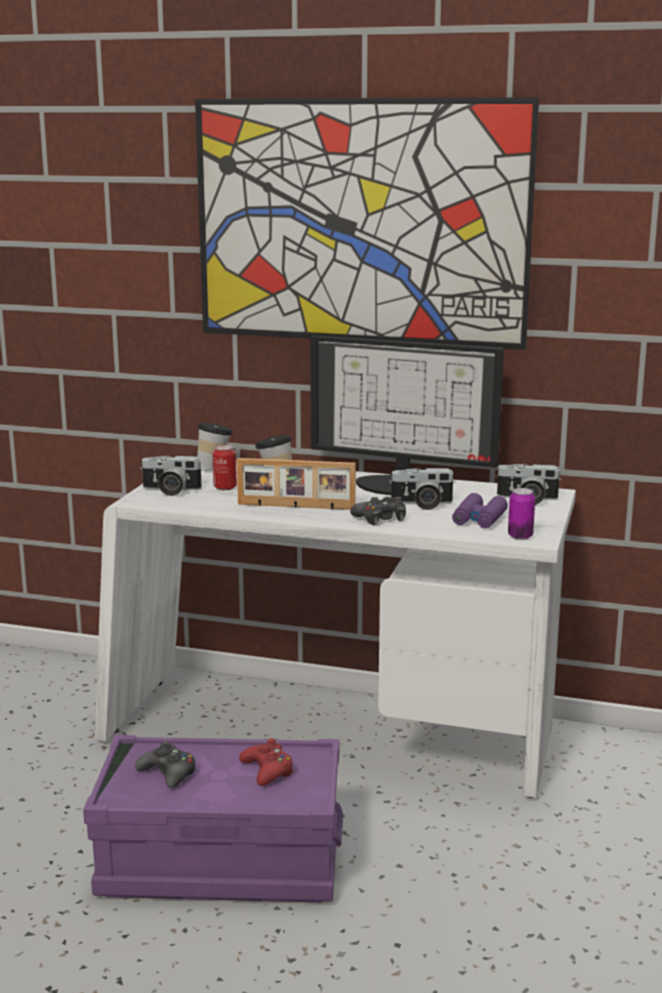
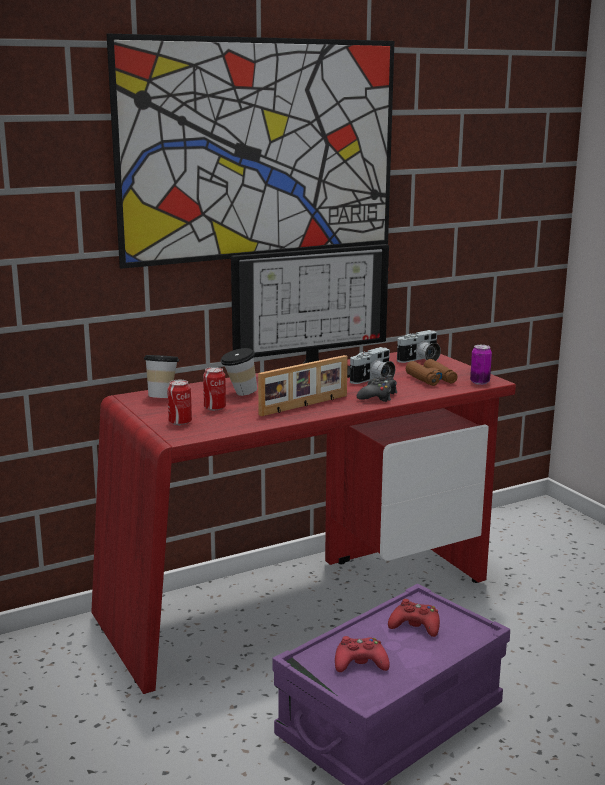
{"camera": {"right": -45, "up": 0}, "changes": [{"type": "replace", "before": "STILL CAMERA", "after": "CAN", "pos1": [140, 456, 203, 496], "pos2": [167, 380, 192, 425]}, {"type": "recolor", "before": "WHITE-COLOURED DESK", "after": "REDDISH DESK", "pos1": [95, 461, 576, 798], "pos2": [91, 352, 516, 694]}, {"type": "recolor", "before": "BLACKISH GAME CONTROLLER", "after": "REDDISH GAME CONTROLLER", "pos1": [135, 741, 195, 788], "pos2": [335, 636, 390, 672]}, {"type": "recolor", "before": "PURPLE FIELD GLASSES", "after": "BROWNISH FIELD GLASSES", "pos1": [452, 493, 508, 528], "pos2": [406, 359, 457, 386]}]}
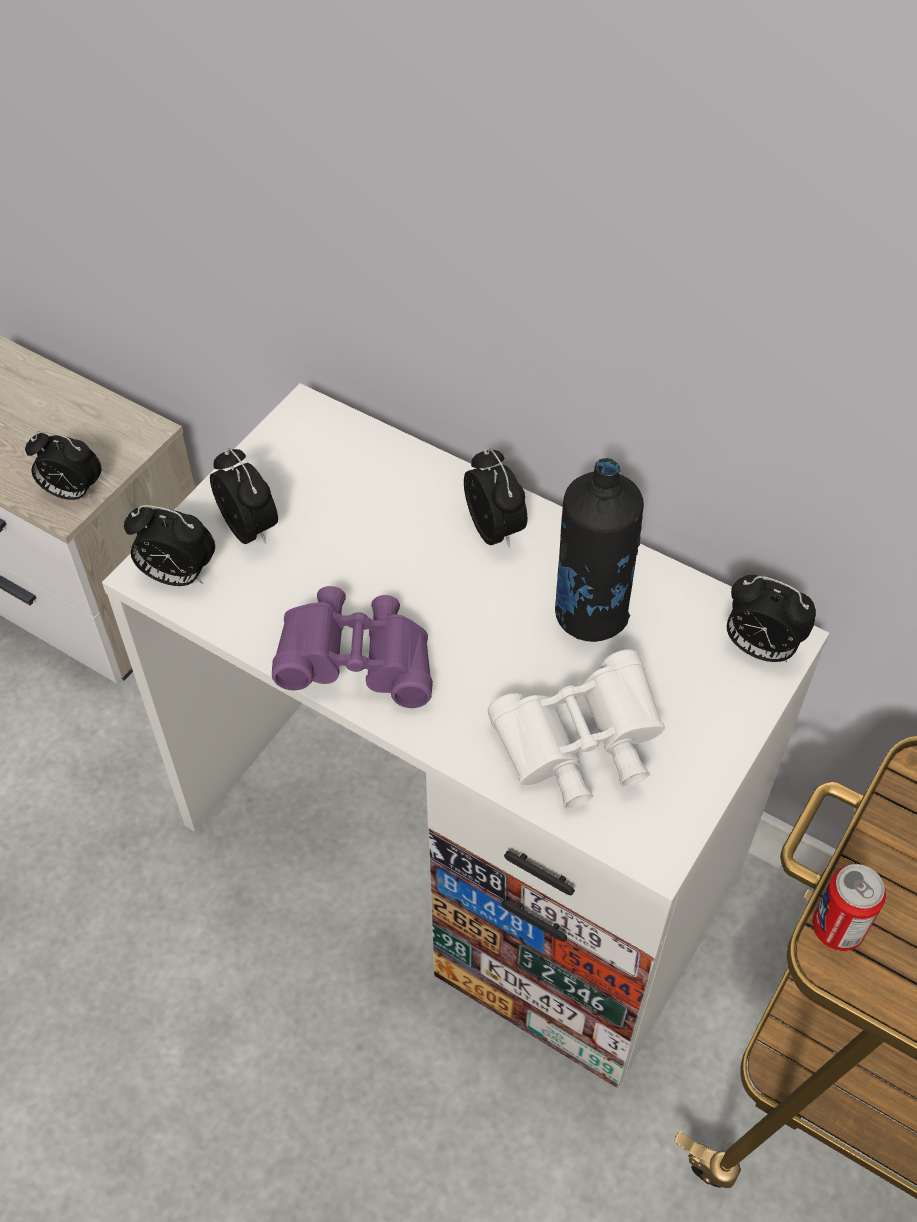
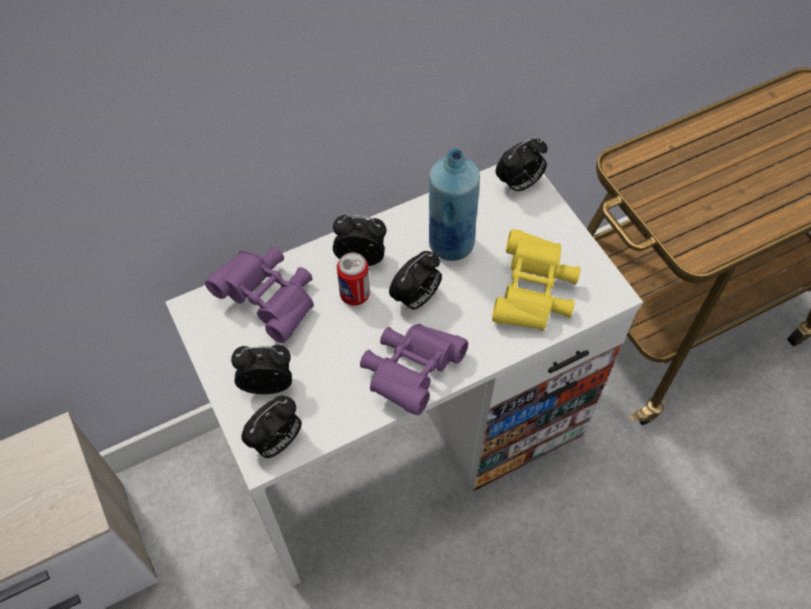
{"camera": {"right": -60, "up": 5}, "changes": [{"type": "insert", "after": "PURPLE FIELD GLASSES", "pos2": [205, 247, 314, 343]}, {"type": "move", "before": "TABLE CLOCK", "pos1": [25, 431, 102, 500], "pos2": [389, 251, 442, 311]}, {"type": "move", "before": "CAN", "pos1": [812, 864, 886, 951], "pos2": [337, 253, 370, 306]}, {"type": "recolor", "before": "WHITE-COLOURED FIELD GLASSES", "after": "YELLOWISH FIELD GLASSES", "pos1": [488, 649, 665, 808], "pos2": [492, 229, 580, 331]}, {"type": "recolor", "before": "BLACKISH BOTTLE", "after": "BLUE BOTTLE", "pos1": [555, 458, 644, 642], "pos2": [429, 149, 480, 261]}]}
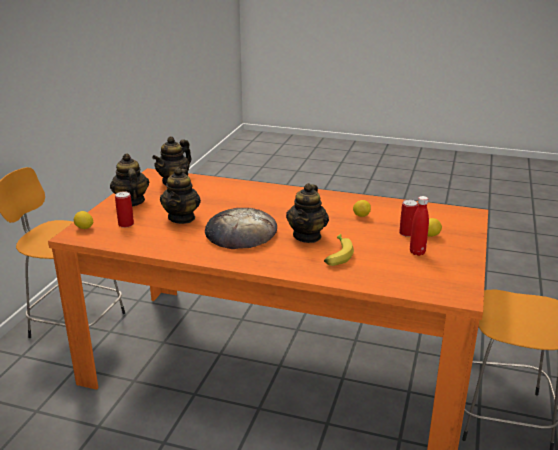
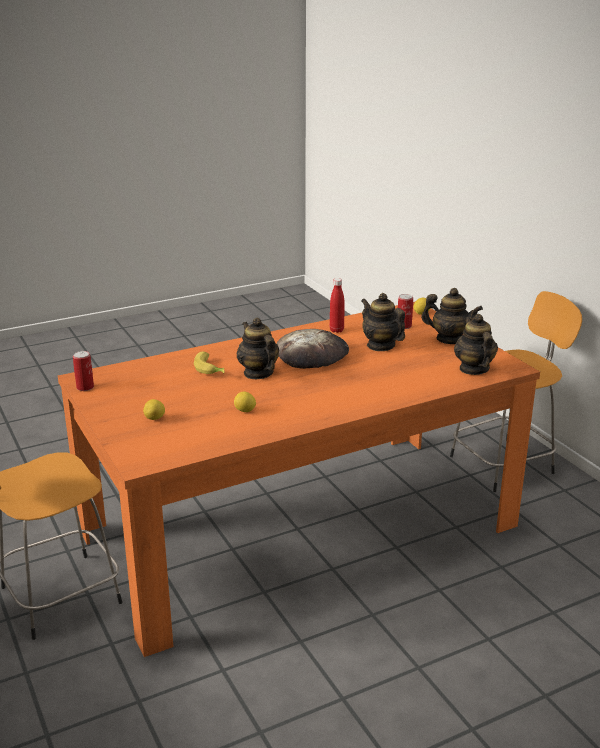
{"camera": {"right": 135, "up": 0}, "changes": [{"type": "move", "before": "CAN", "pos1": [399, 200, 418, 237], "pos2": [73, 351, 94, 391]}, {"type": "move", "before": "REDDISH BOTTLE", "pos1": [410, 196, 429, 256], "pos2": [330, 278, 345, 333]}]}
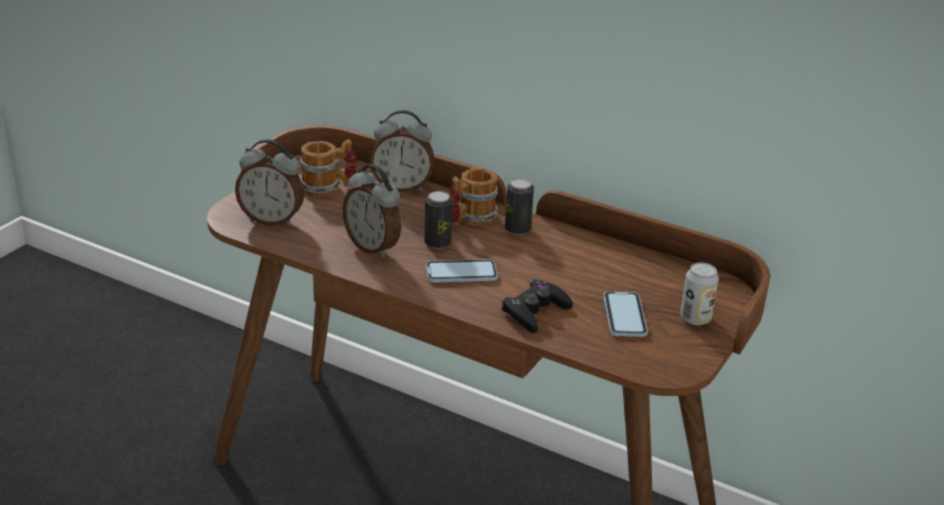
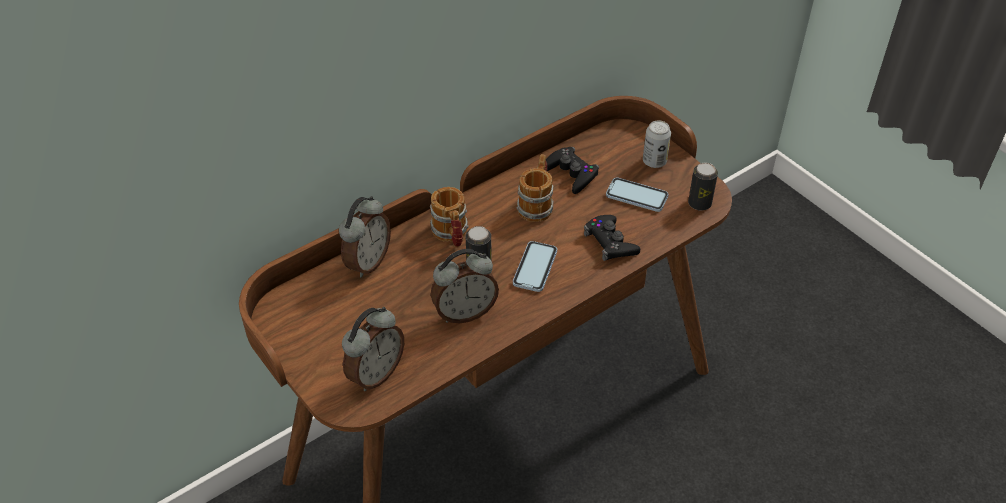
{"camera": {"right": -65, "up": 15}, "changes": [{"type": "insert", "after": "BLACKISH GAME CONTROLLER", "pos2": [546, 147, 599, 194]}, {"type": "move", "before": "MUG", "pos1": [299, 139, 357, 197], "pos2": [516, 154, 554, 222]}, {"type": "move", "before": "CAN", "pos1": [505, 178, 534, 235], "pos2": [688, 163, 718, 211]}]}
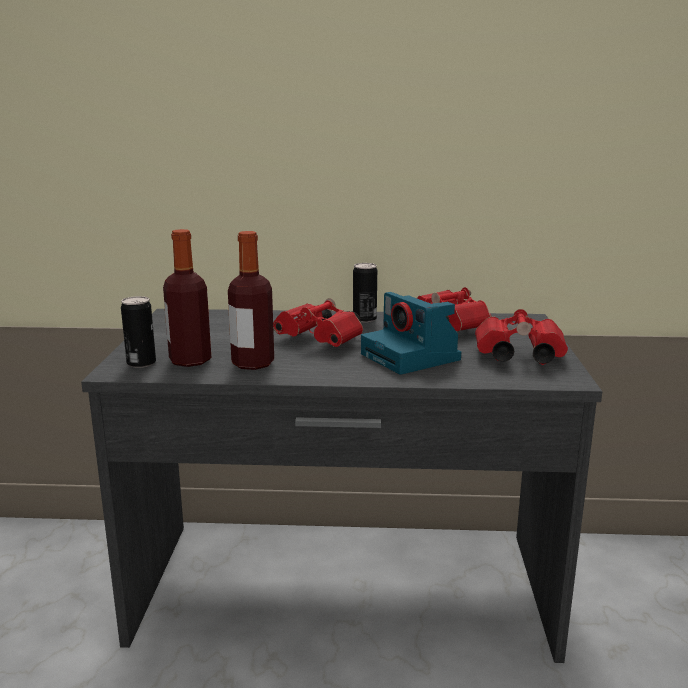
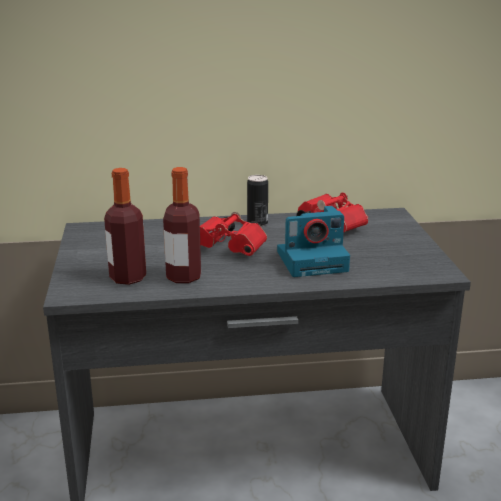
{"camera": {"right": -10, "up": 5}, "changes": [{"type": "delete", "before": "CAN", "pos1": [121, 296, 156, 368]}, {"type": "delete", "before": "REDDISH FIELD GLASSES", "pos1": [475, 309, 568, 365]}, {"type": "rotate", "before": "STILL CAMERA", "pos1": [361, 292, 461, 375], "pos2": [277, 206, 350, 277], "turn": -60}]}
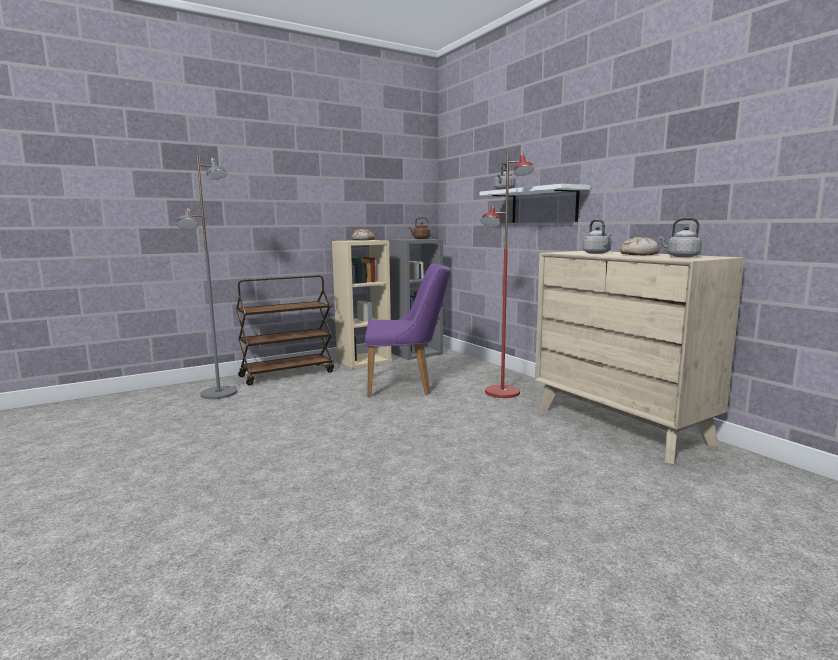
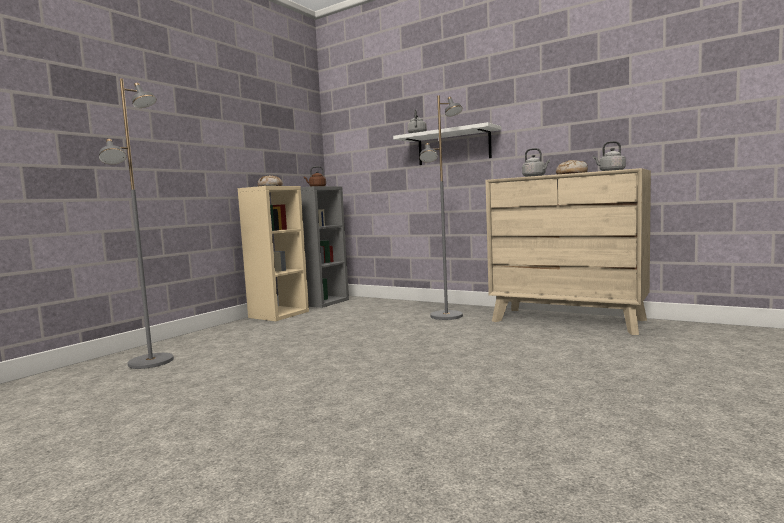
{"camera": {"right": -25, "up": -5}, "changes": [{"type": "delete", "before": "BROWNISH WHEELED CART", "pos1": [236, 275, 334, 386]}, {"type": "delete", "before": "PURPLE CHAIR", "pos1": [365, 264, 451, 397]}, {"type": "recolor", "before": "REDDISH STANDARD LAMP", "after": "GREYISH STANDARD LAMP", "pos1": [481, 153, 535, 398], "pos2": [420, 95, 463, 320]}]}
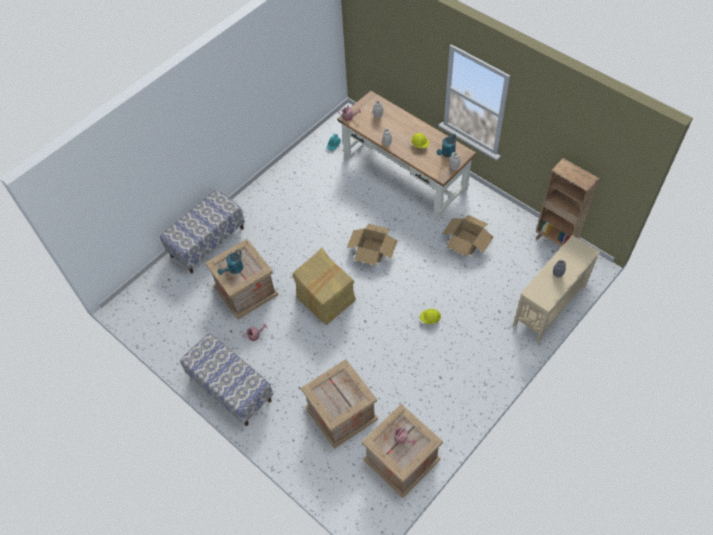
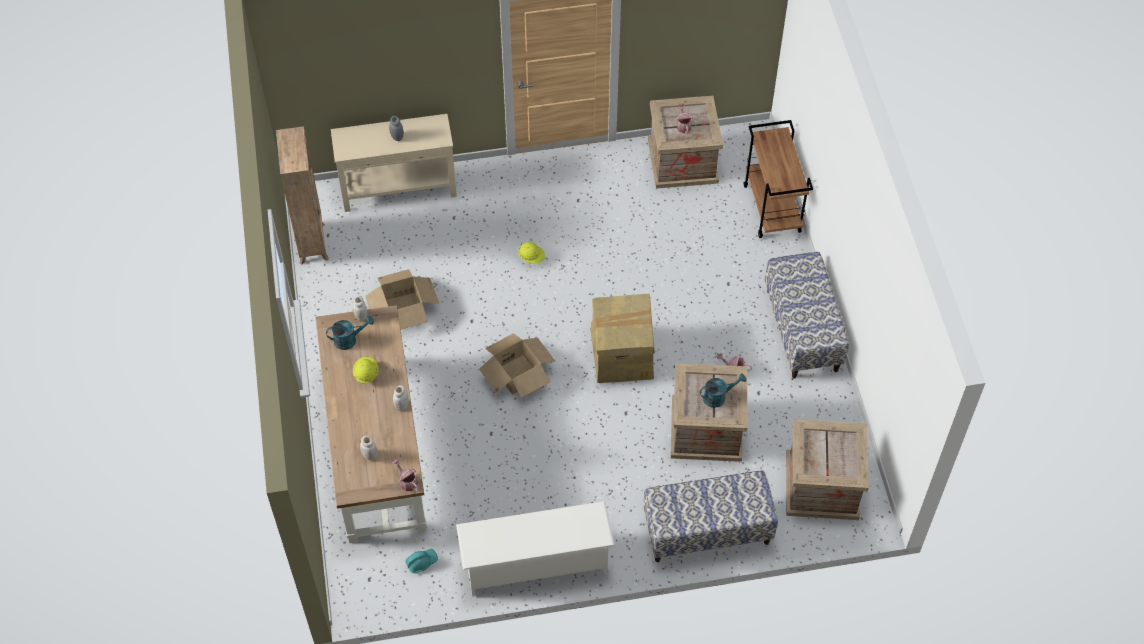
{"camera": {"right": -145, "up": 0}, "changes": [{"type": "insert", "after": "WHITE-COLOURED SHOE STAND", "pos2": [456, 501, 615, 597]}, {"type": "insert", "after": "BROWNISH WHEELED CART", "pos2": [744, 120, 813, 238]}, {"type": "move", "before": "PACKING CRATE", "pos1": [301, 359, 378, 449], "pos2": [786, 419, 869, 520]}]}
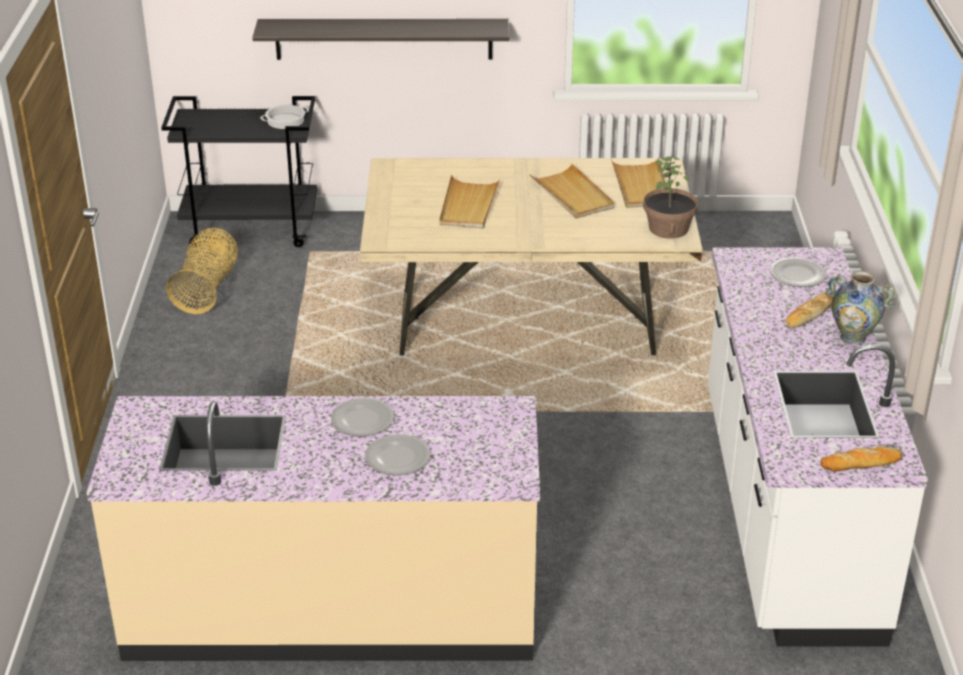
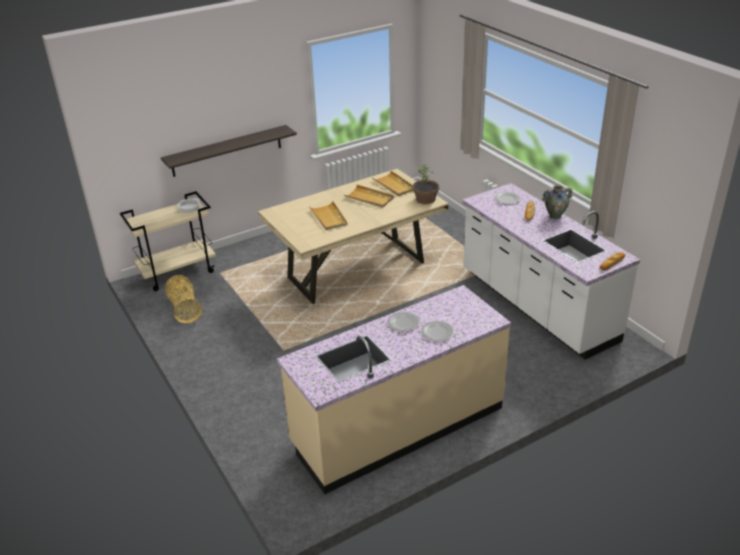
{"camera": {"right": -30, "up": 0}, "changes": [{"type": "recolor", "before": "BLACKISH WHEELED CART", "after": "BEIGE-COLOURED WHEELED CART", "pos1": [161, 96, 317, 247], "pos2": [120, 191, 216, 291]}]}
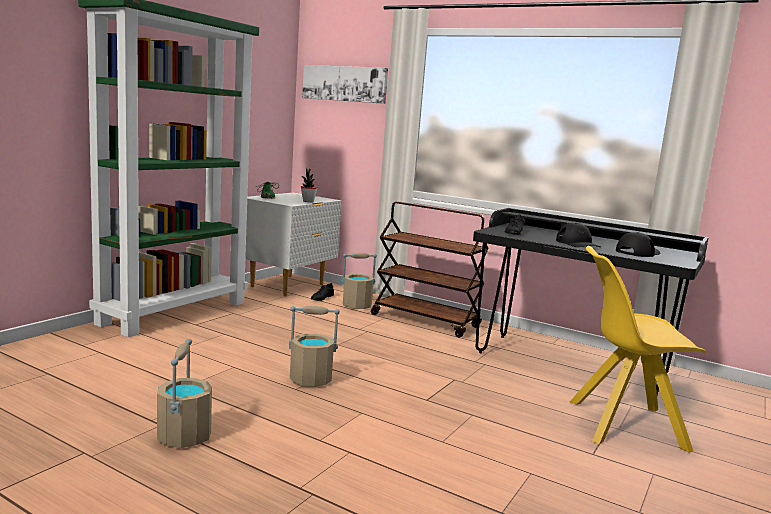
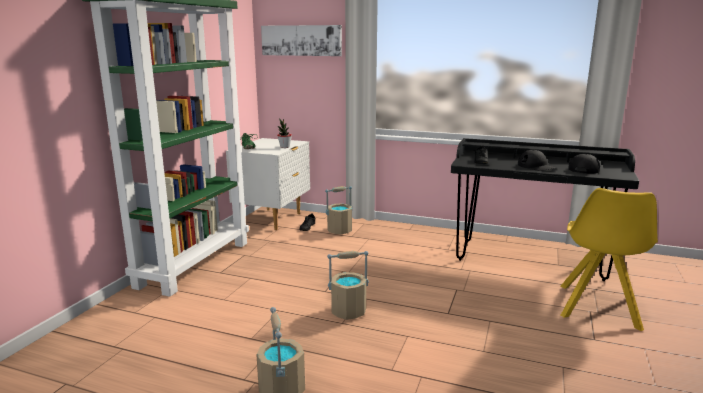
{"camera": {"right": -10, "up": 5}, "changes": [{"type": "delete", "before": "BROWNISH WHEELED CART", "pos1": [371, 202, 489, 338]}, {"type": "rotate", "before": "YELLOWISH CHAIR", "pos1": [570, 246, 706, 453], "pos2": [560, 188, 658, 331], "turn": -60}]}
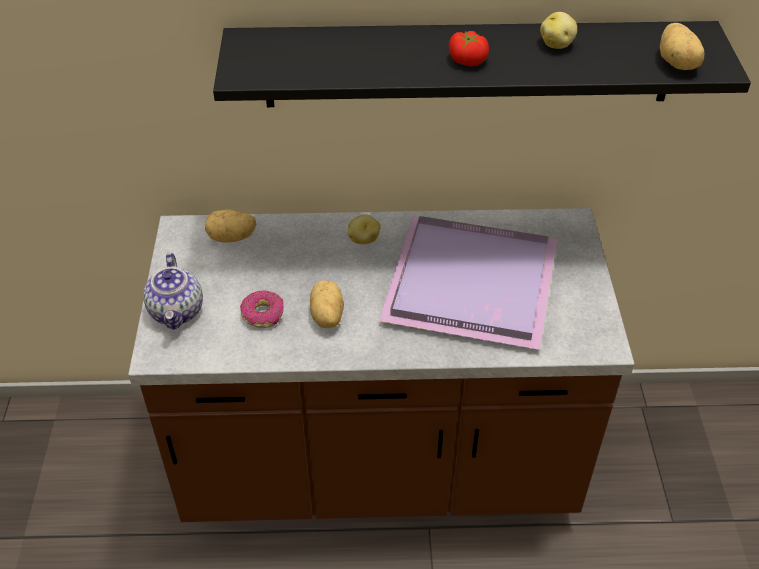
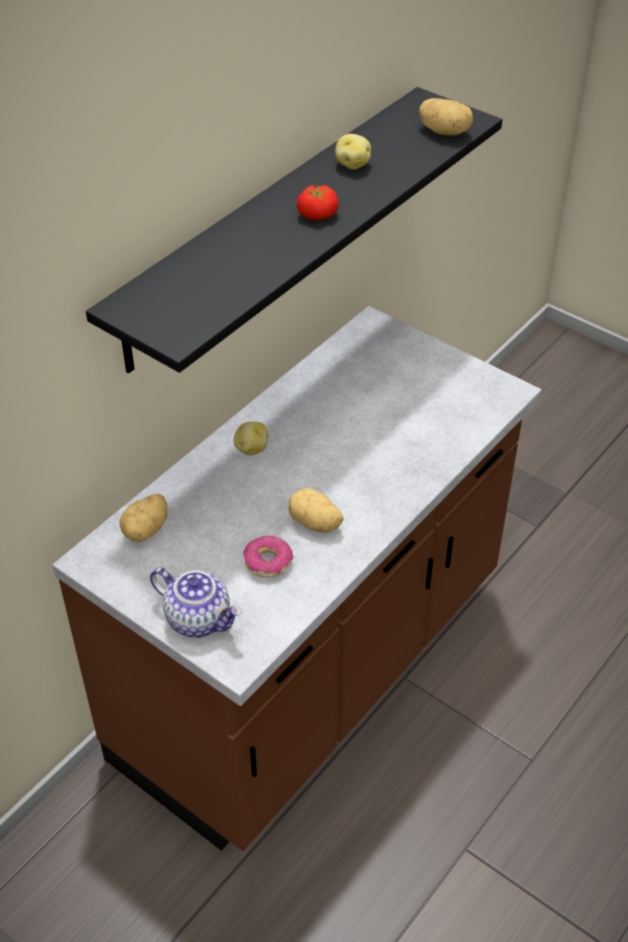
{"camera": {"right": -50, "up": 0}, "changes": [{"type": "delete", "before": "PURPLE CARRYING TRAY", "pos1": [379, 216, 557, 350]}]}
